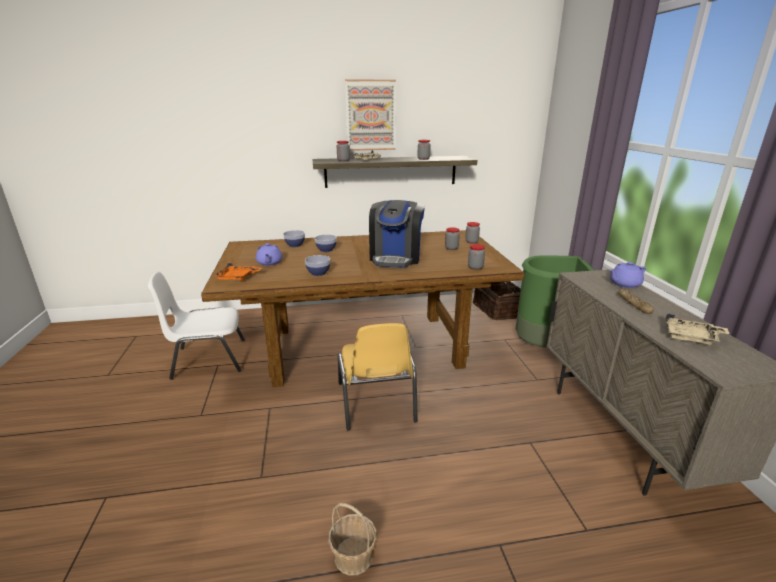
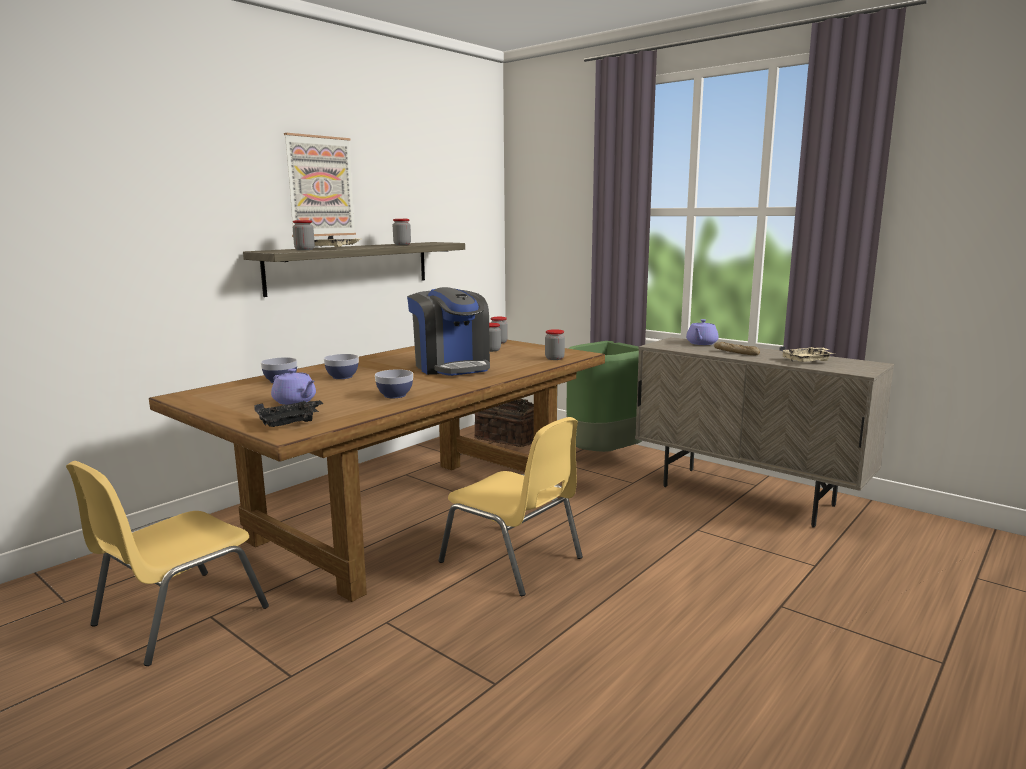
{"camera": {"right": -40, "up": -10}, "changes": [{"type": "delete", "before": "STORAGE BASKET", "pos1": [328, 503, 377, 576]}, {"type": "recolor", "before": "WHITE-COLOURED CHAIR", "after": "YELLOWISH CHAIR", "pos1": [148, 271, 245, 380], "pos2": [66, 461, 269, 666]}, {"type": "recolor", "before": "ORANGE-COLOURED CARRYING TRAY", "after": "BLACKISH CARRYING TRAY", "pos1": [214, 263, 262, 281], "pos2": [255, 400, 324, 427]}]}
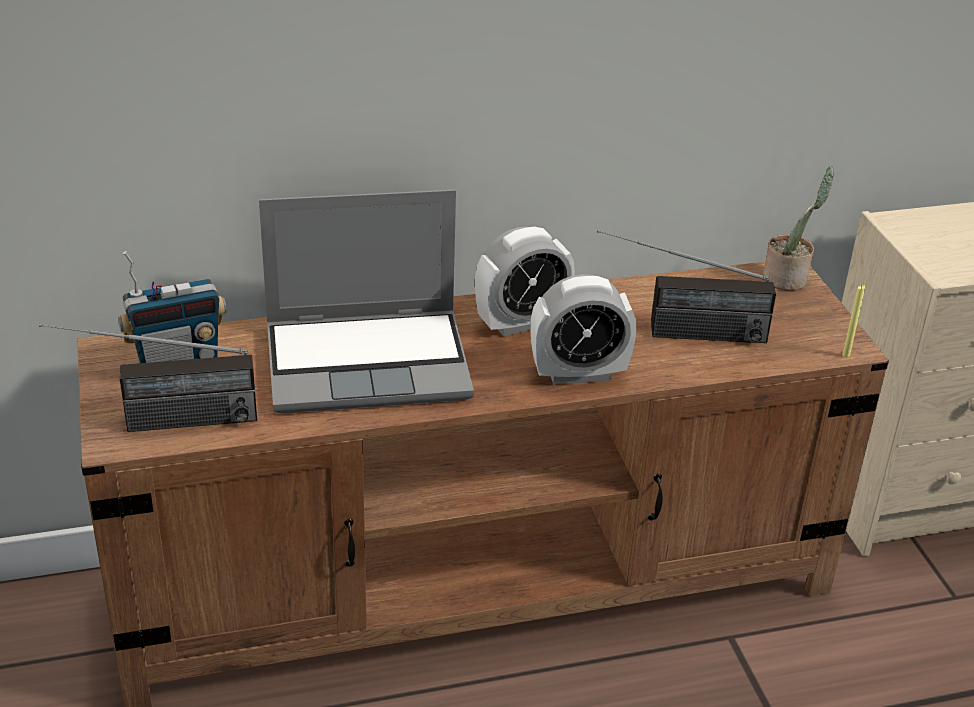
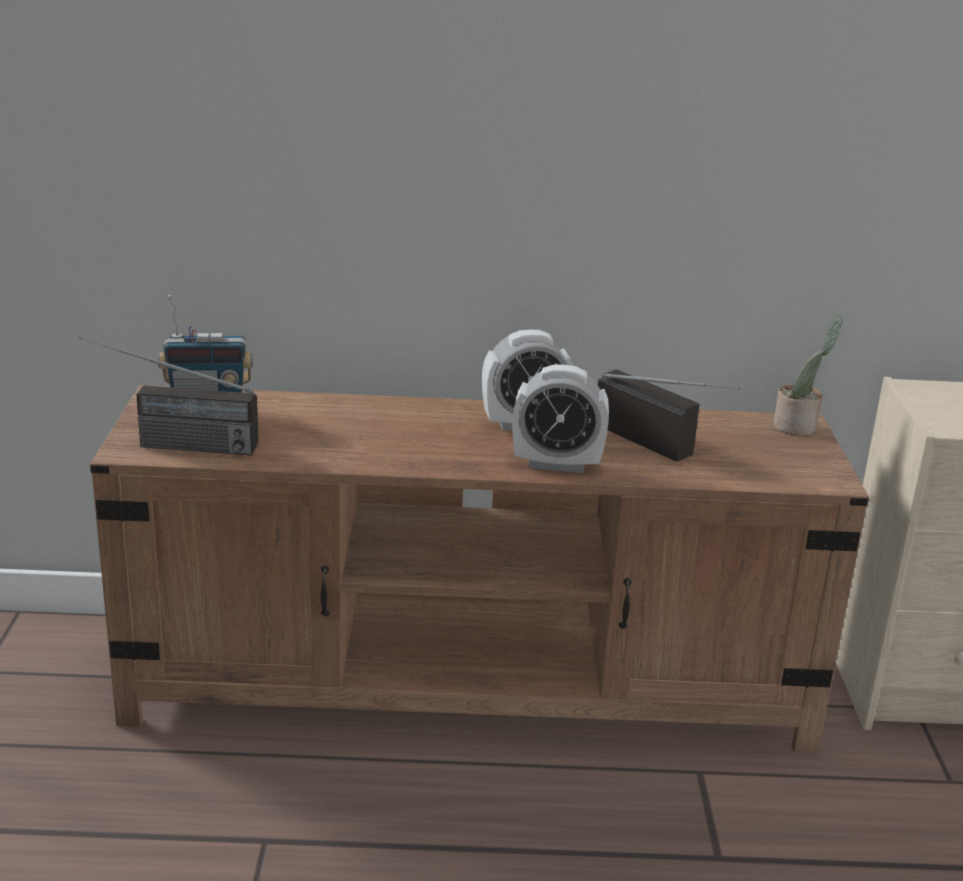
{"camera": {"right": 15, "up": -10}, "changes": [{"type": "delete", "before": "LAPTOP", "pos1": [259, 189, 474, 413]}, {"type": "delete", "before": "YELLOWISH WAX LIGHT", "pos1": [842, 285, 865, 357]}, {"type": "rotate", "before": "RADIO RECEIVER", "pos1": [597, 230, 776, 343], "pos2": [598, 369, 741, 461], "turn": -150}]}
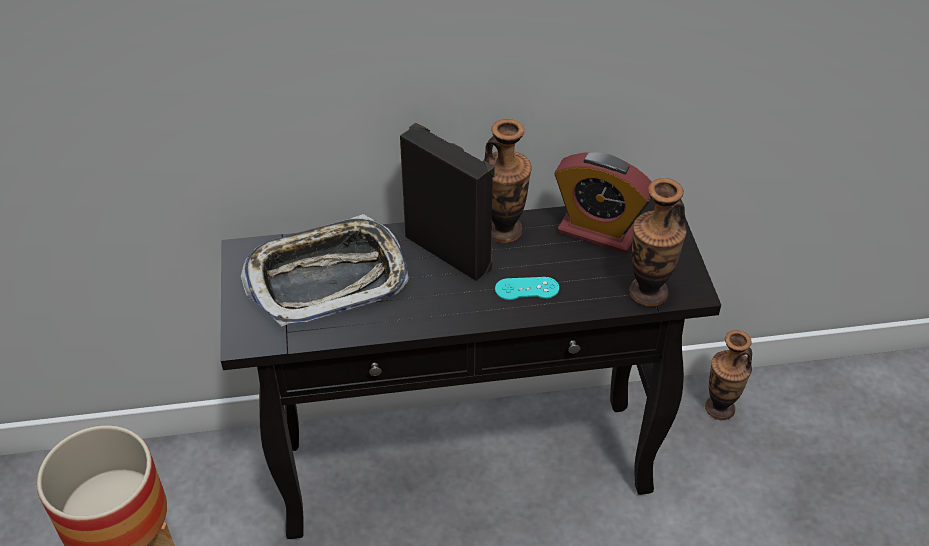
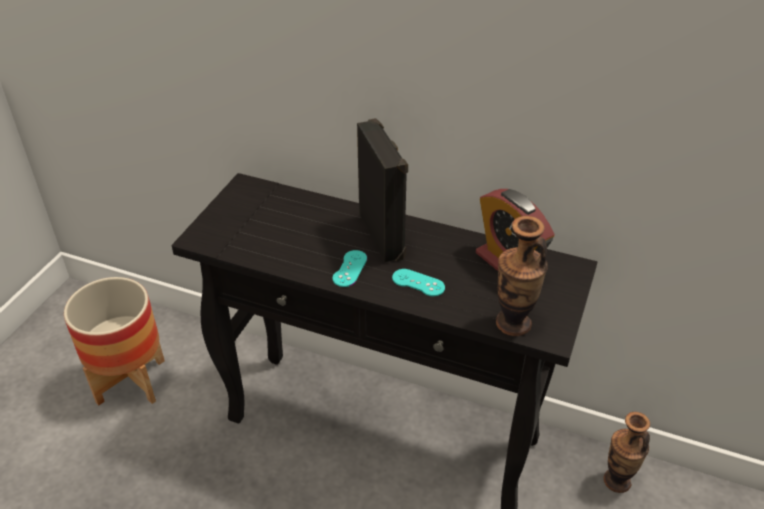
{"camera": {"right": 30, "up": -5}, "changes": [{"type": "delete", "before": "CARRYING TRAY", "pos1": [241, 214, 409, 326]}, {"type": "delete", "before": "FLOWER VASE", "pos1": [483, 119, 532, 243]}, {"type": "insert", "after": "TURQUOISE GAME CONTROLLER", "pos2": [333, 250, 367, 287]}]}
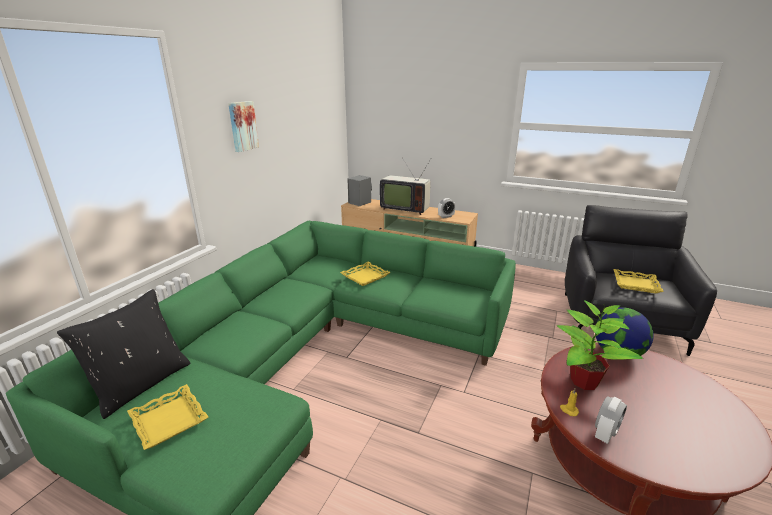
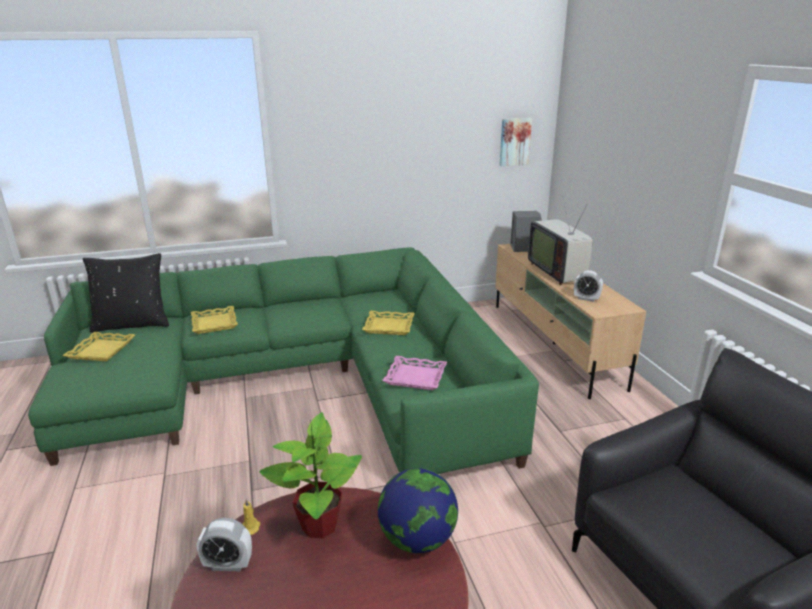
{"camera": {"right": 50, "up": 0}, "changes": [{"type": "insert", "after": "PINK CARRYING TRAY", "pos2": [382, 356, 447, 390]}, {"type": "move", "before": "PICTURE", "pos1": [228, 101, 259, 152], "pos2": [500, 118, 532, 166]}, {"type": "move", "before": "YELLOWISH CARRYING TRAY", "pos1": [613, 269, 664, 293], "pos2": [191, 306, 238, 334]}]}
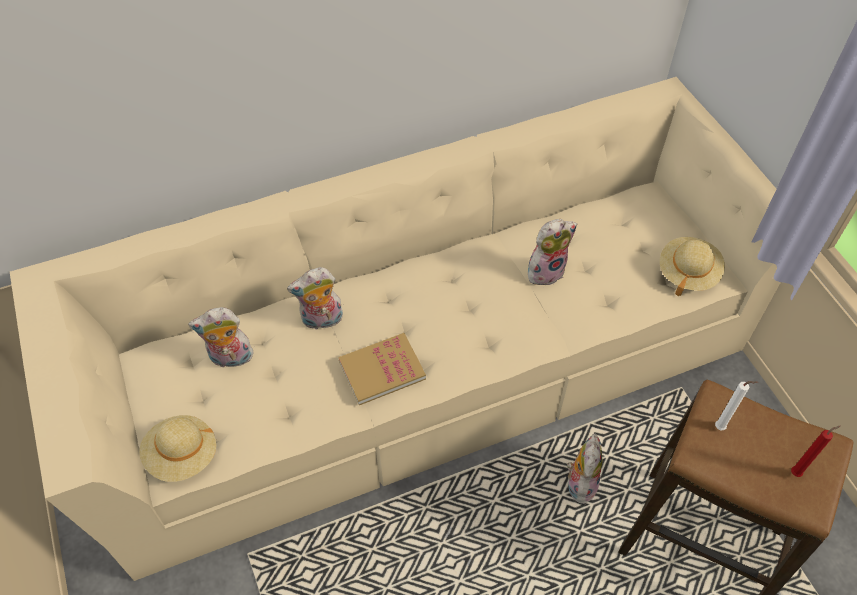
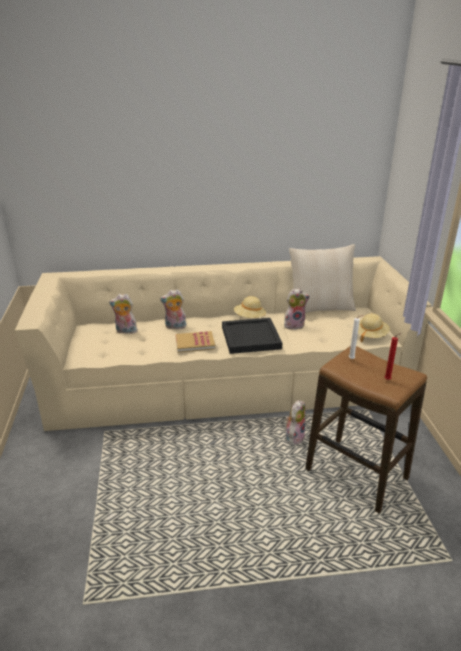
{"camera": {"right": 15, "up": -25}, "changes": [{"type": "insert", "after": "BLACKISH CARRYING TRAY", "pos2": [222, 318, 282, 354]}, {"type": "insert", "after": "BEIGE-COLOURED CUSHION", "pos2": [289, 244, 356, 313]}, {"type": "move", "before": "BEIGE-COLOURED WEARABLE HAT", "pos1": [139, 415, 216, 482], "pos2": [234, 296, 266, 318]}]}
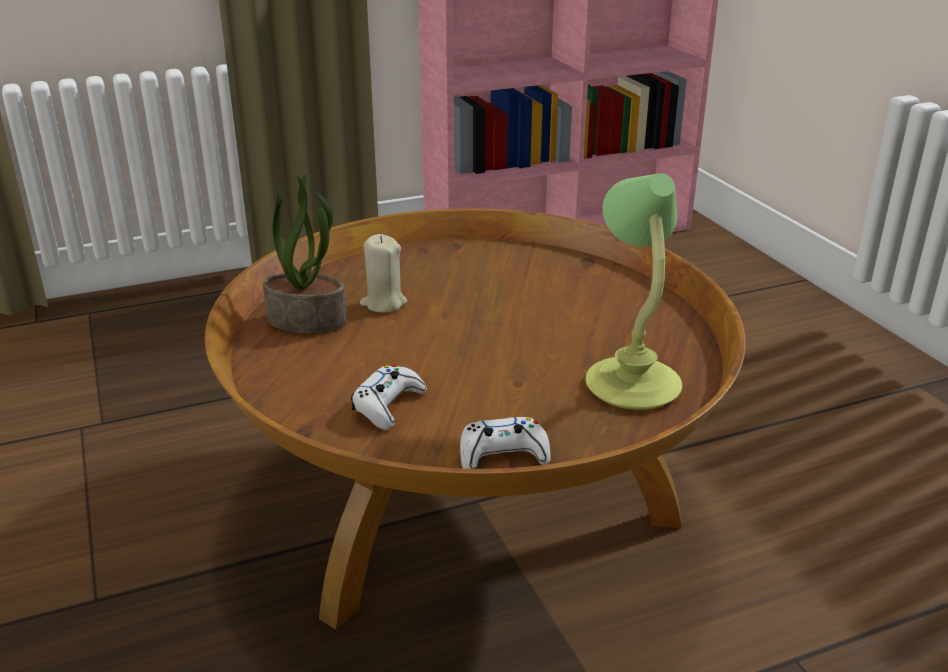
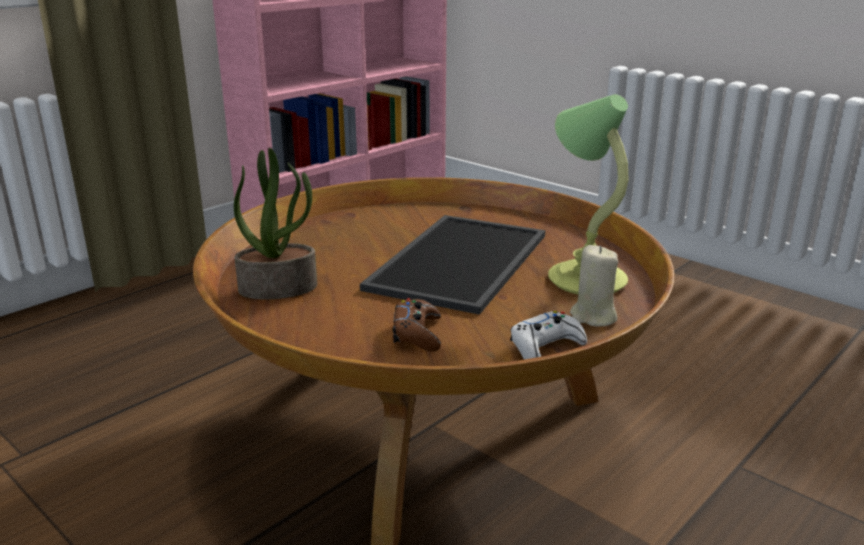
{"camera": {"right": -25, "up": -5}, "changes": [{"type": "insert", "after": "CARRYING TRAY", "pos2": [360, 215, 545, 315]}, {"type": "move", "before": "BEIGE-COLOURED WAX LIGHT", "pos1": [360, 234, 407, 313], "pos2": [570, 245, 618, 327]}, {"type": "recolor", "before": "WHITE-COLOURED GAME CONTROLLER", "after": "BROWNISH GAME CONTROLLER", "pos1": [351, 364, 427, 430], "pos2": [392, 298, 441, 352]}]}
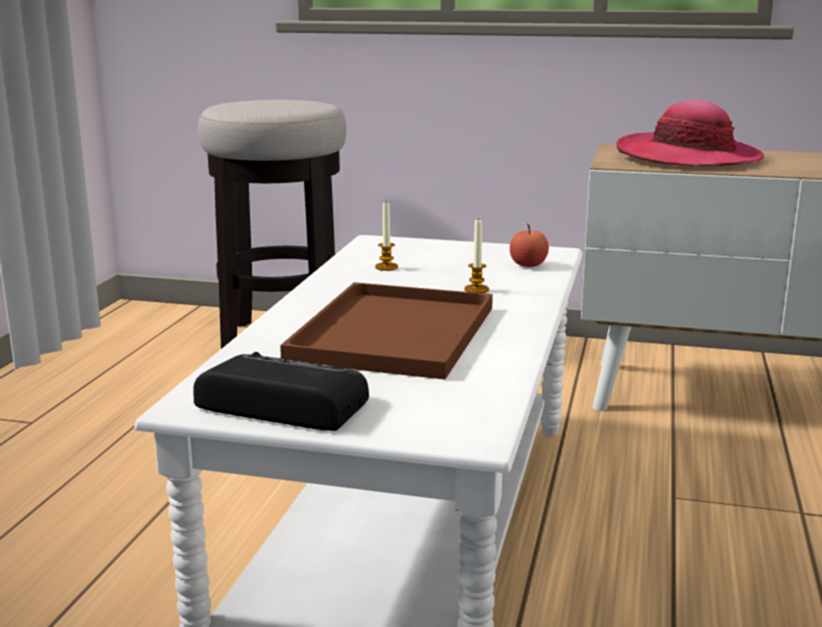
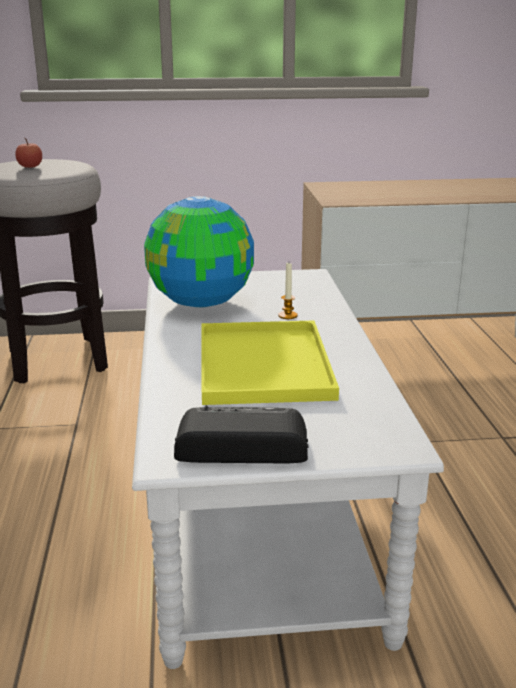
{"camera": {"right": -20, "up": 5}, "changes": [{"type": "delete", "before": "WEARABLE HAT", "pos1": [616, 100, 764, 166]}, {"type": "move", "before": "APPLE", "pos1": [510, 223, 549, 267], "pos2": [15, 138, 42, 168]}, {"type": "replace", "before": "WAX LIGHT", "after": "GLOBE", "pos1": [375, 203, 398, 271], "pos2": [144, 196, 254, 308]}, {"type": "recolor", "before": "BROWNISH CARRYING TRAY", "after": "YELLOWISH CARRYING TRAY", "pos1": [280, 282, 493, 380], "pos2": [202, 320, 339, 405]}]}
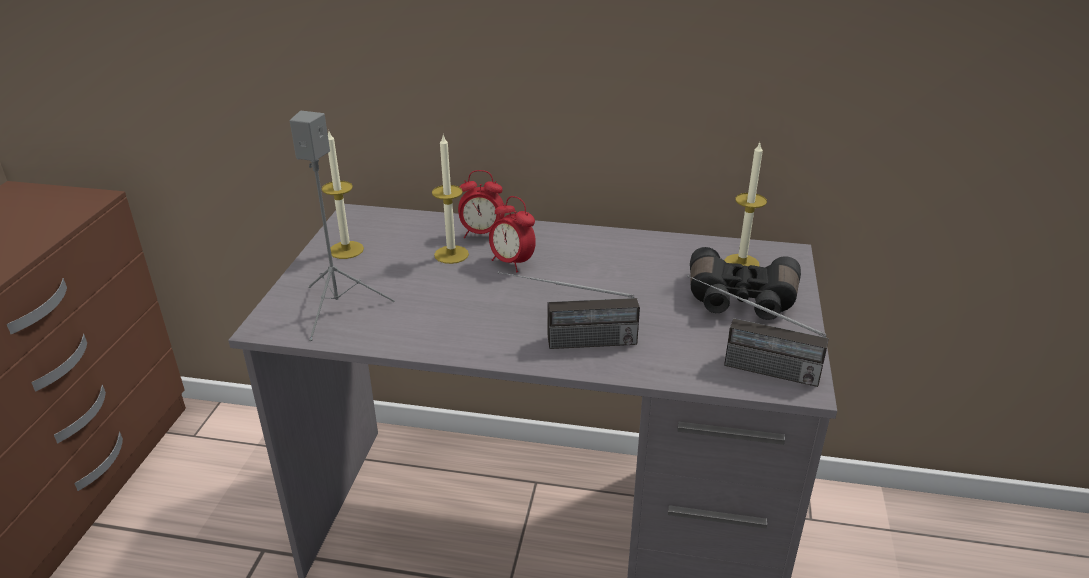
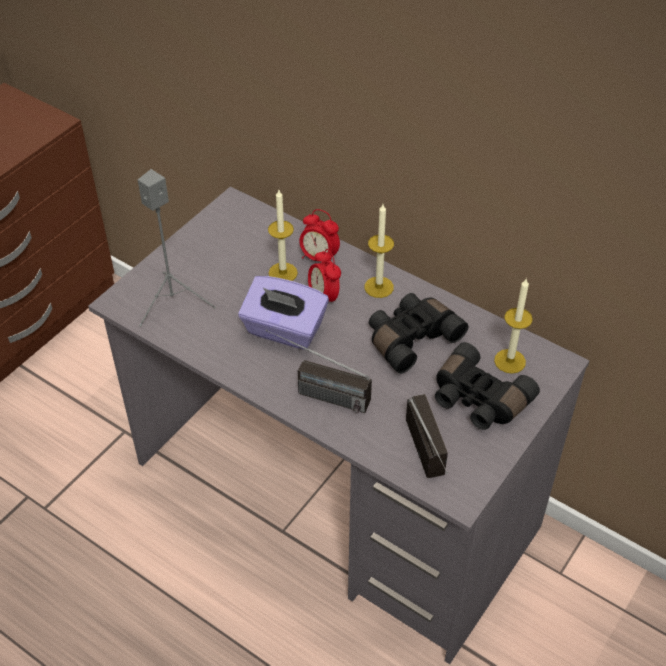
{"camera": {"right": 25, "up": 15}, "changes": [{"type": "insert", "after": "PURPLE BOX OF TISSUES", "pos2": [238, 276, 329, 350]}, {"type": "insert", "after": "BLACKISH FIELD GLASSES", "pos2": [369, 293, 468, 374]}, {"type": "move", "before": "WAX LIGHT", "pos1": [322, 132, 364, 259], "pos2": [364, 204, 394, 298]}, {"type": "rotate", "before": "RADIO RECEIVER", "pos1": [687, 275, 829, 387], "pos2": [406, 394, 448, 478], "turn": -150}]}
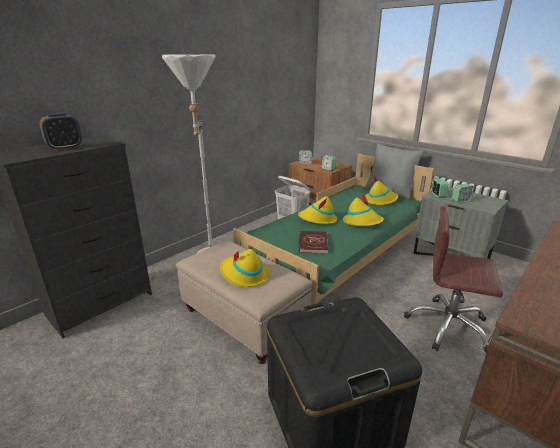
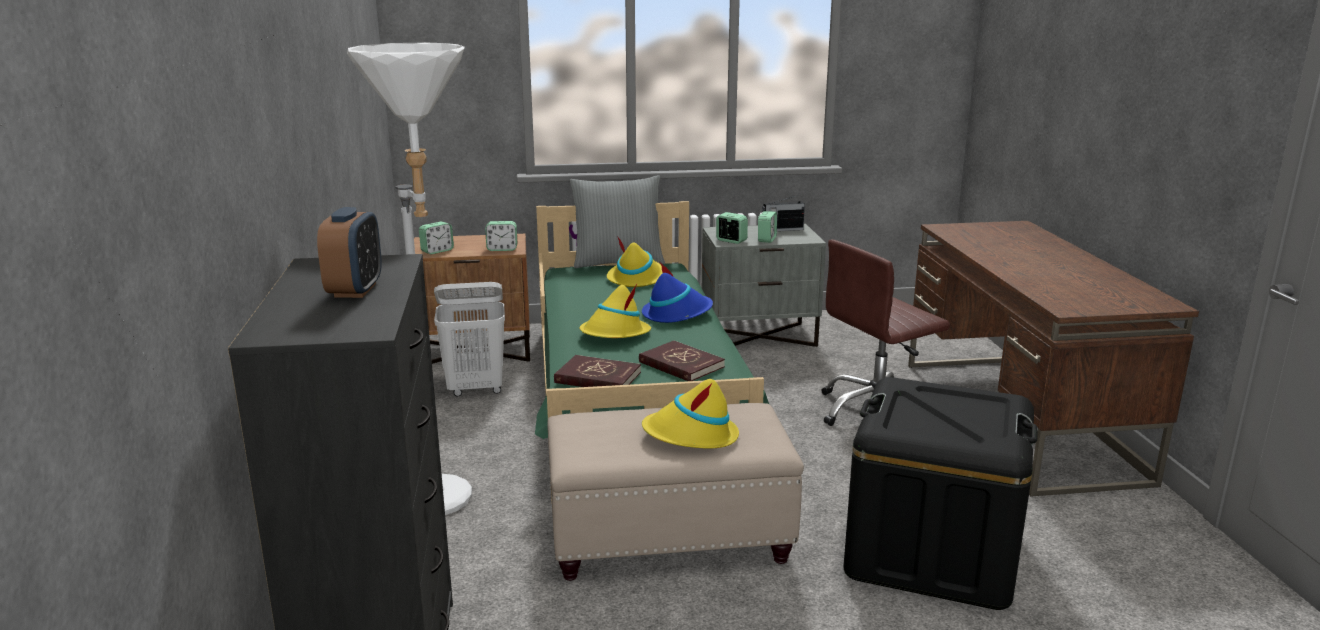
{"camera": {"right": -50, "up": -5}, "changes": [{"type": "insert", "after": "REDDISH BOOK", "pos2": [554, 355, 641, 387]}, {"type": "insert", "after": "RADIO RECEIVER", "pos2": [762, 195, 805, 231]}, {"type": "recolor", "before": "YELLOWISH WEARABLE HAT", "after": "BLUE WEARABLE HAT", "pos1": [343, 193, 384, 226], "pos2": [642, 263, 713, 323]}]}
